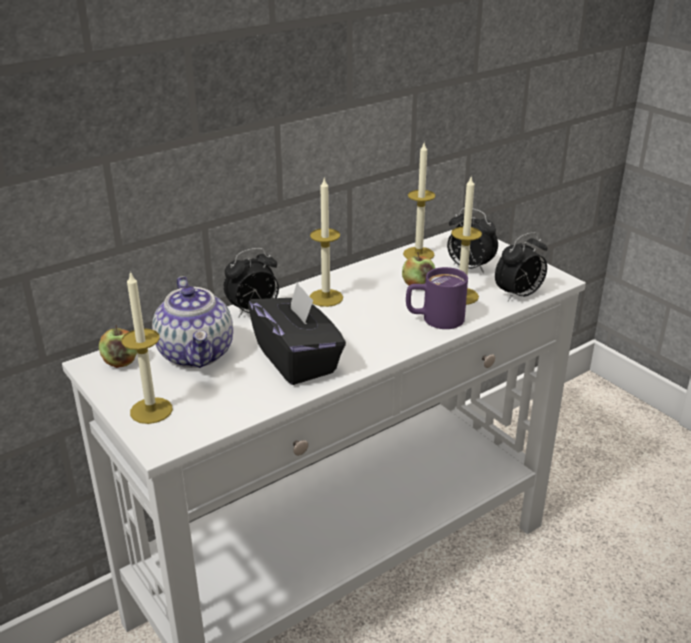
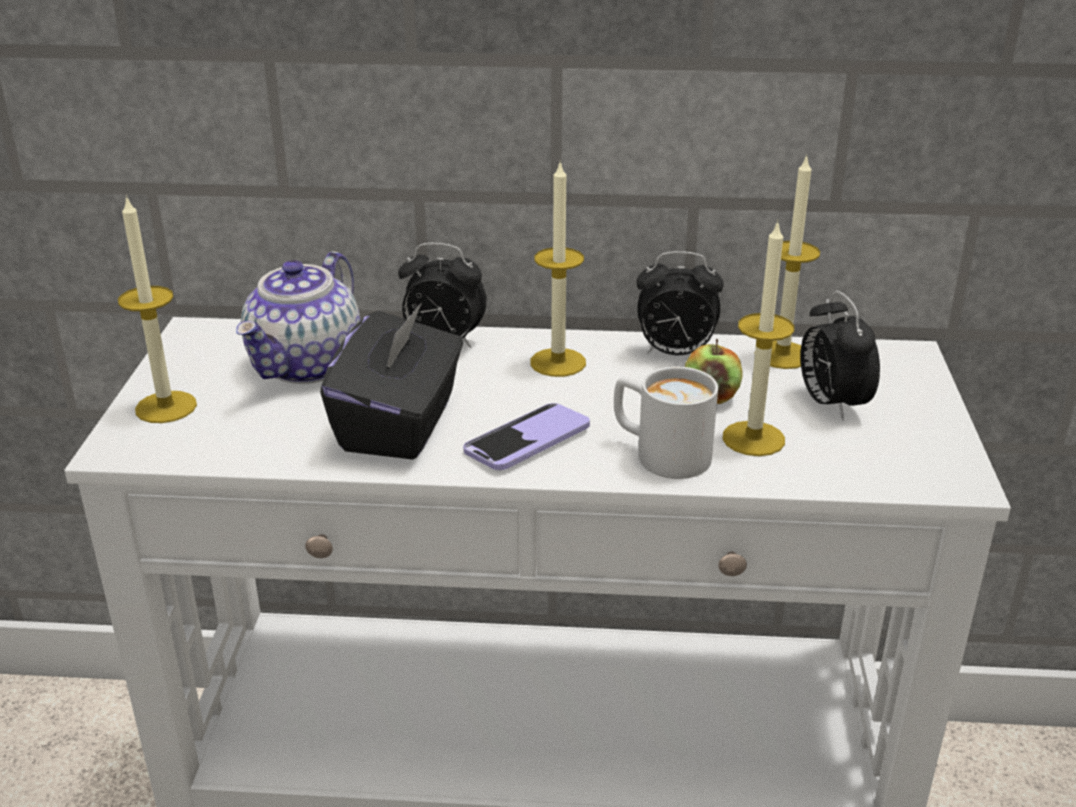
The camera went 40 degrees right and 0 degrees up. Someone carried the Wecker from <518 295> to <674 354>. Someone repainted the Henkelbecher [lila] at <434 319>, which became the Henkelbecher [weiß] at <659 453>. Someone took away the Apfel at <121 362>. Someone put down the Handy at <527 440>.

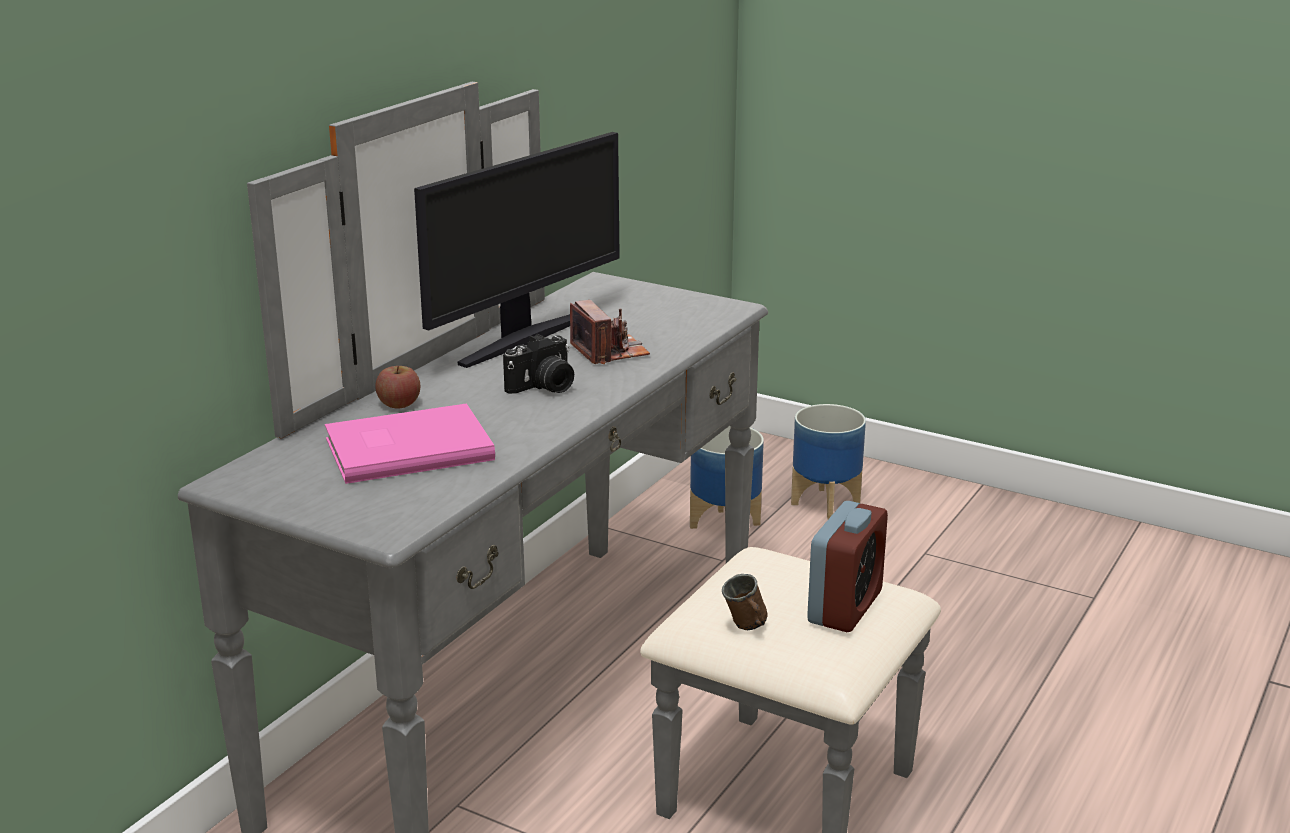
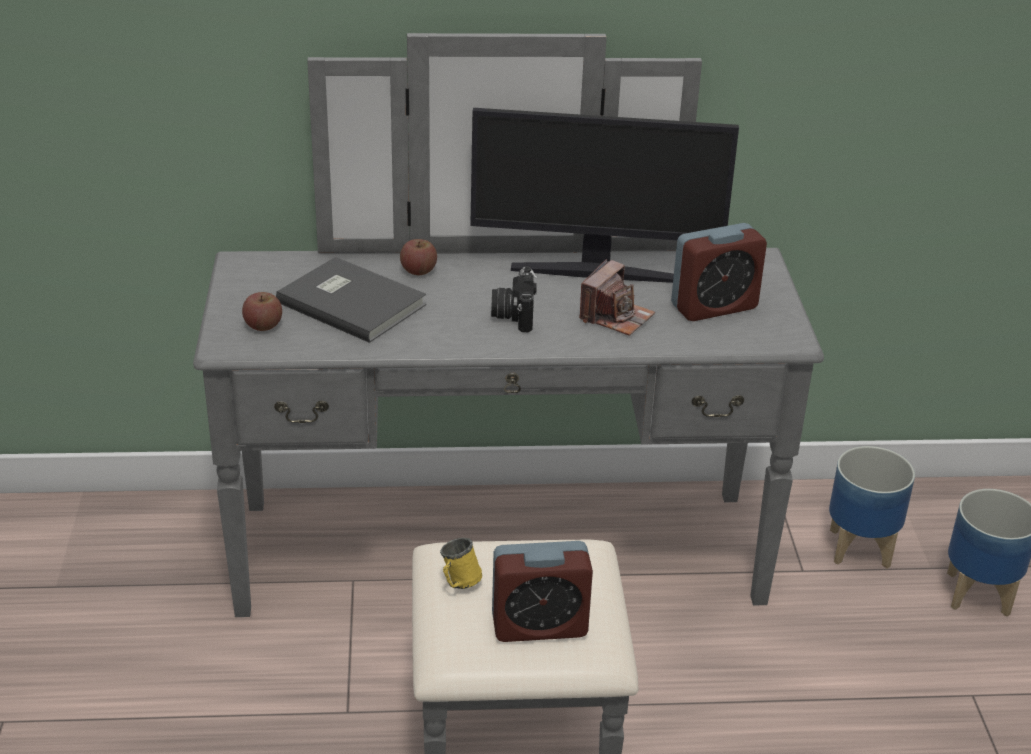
The camera went 55 degrees right and 10 degrees up. Someone rotated the Kamera at <544 387> by 75 degrees clockwise. Someone repainted the Buch [rosa] at <405 448>, which became the Buch [grau] at <352 302>. Someone repainted the Henkelbecher [braun] at <747 628>, which became the Henkelbecher [gelb] at <458 584>. Someone put down the Wecker at <714 307>. Someone put down the Apfel at <263 325>.

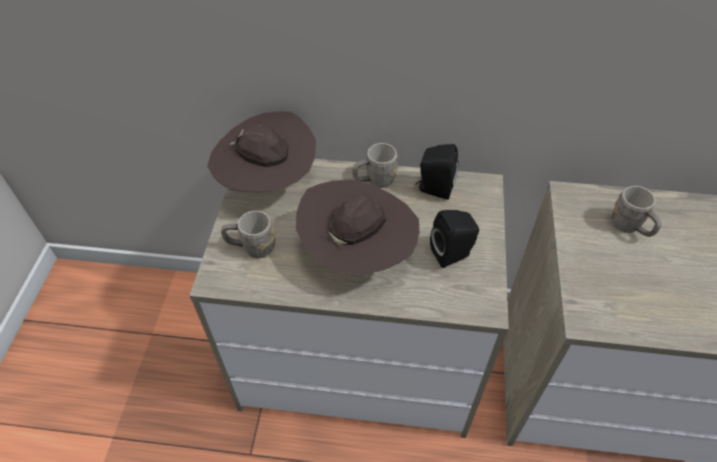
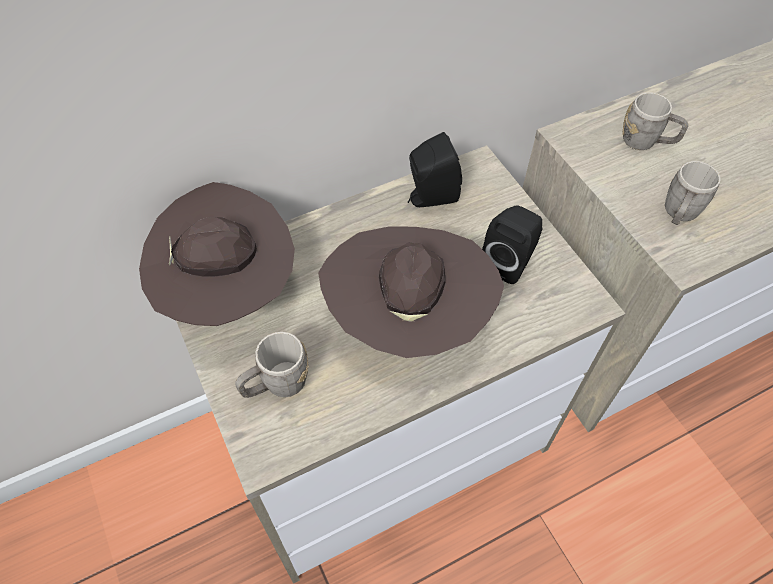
The camera went 35 degrees left and 5 degrees up. Someone carried the Henkelbecher [grau] from <375 181> to <678 214>.

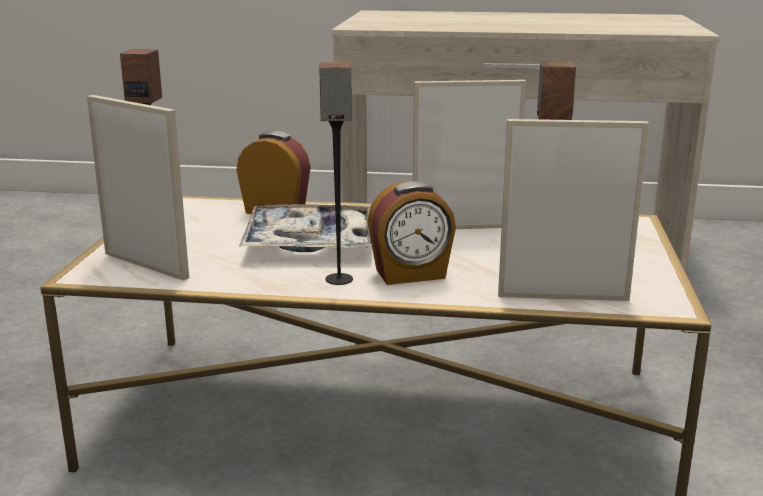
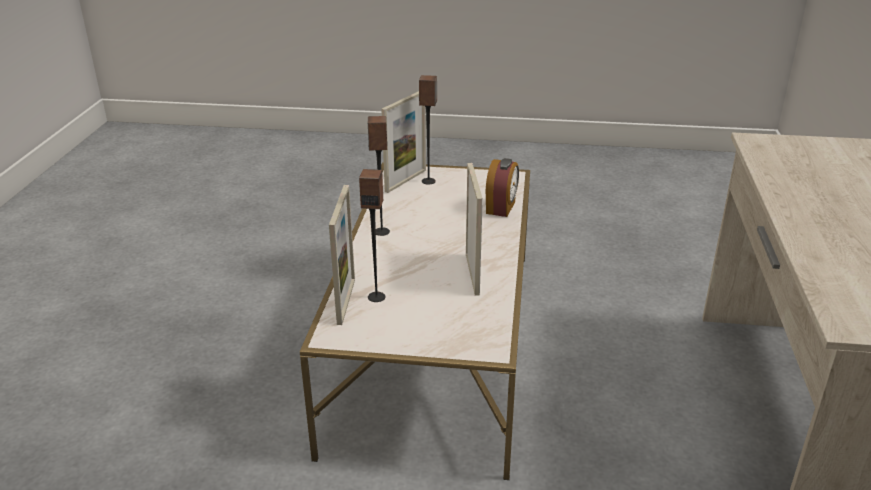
The camera went 90 degrees right and 10 degrees up. Someone took away the Wecker at <411 275>. Someone took away the Tablett at <310 242>.

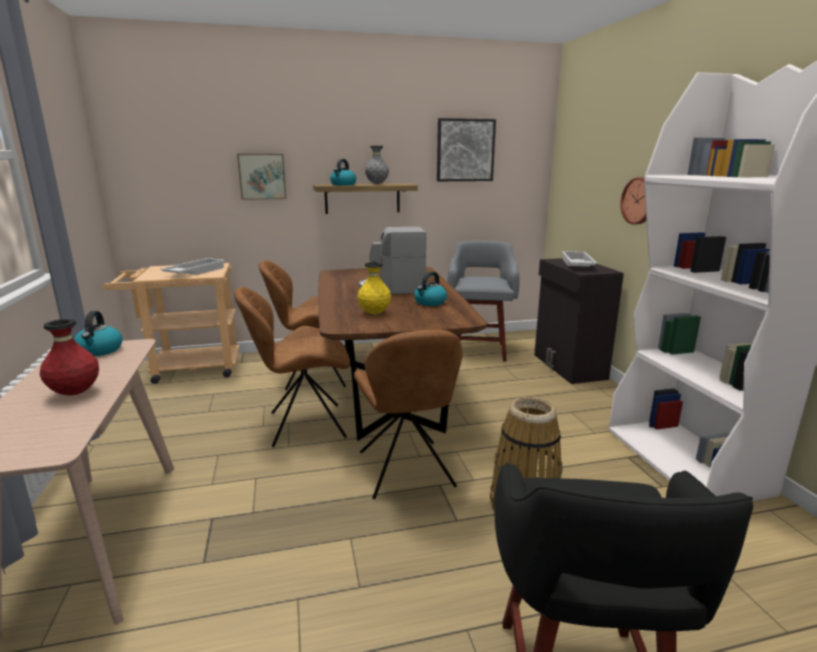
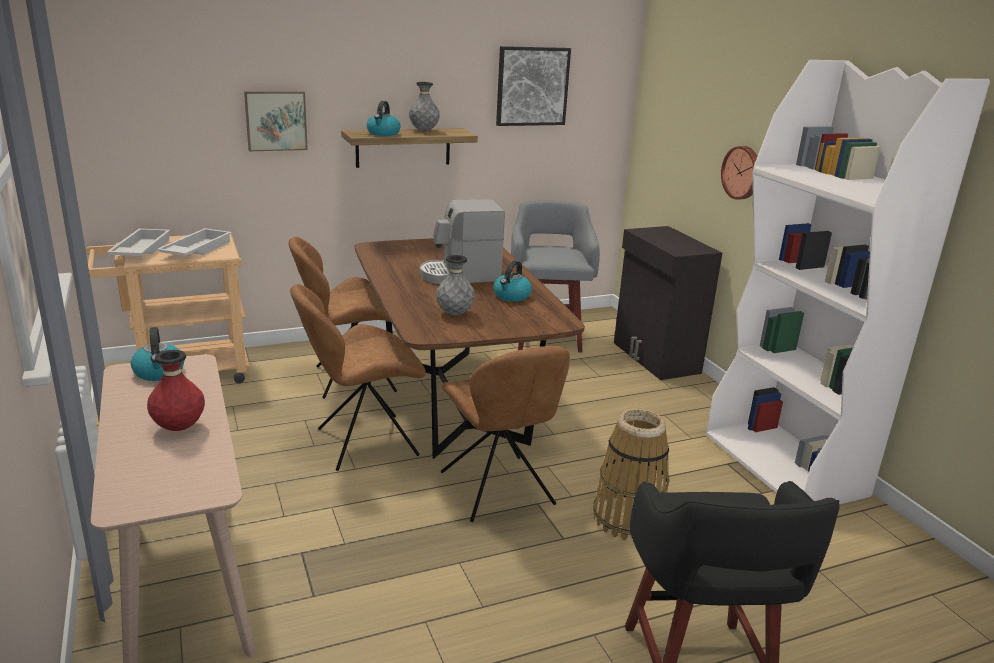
The camera went 10 degrees left and 5 degrees up. Someone carried the Tablett [weiß] from <576 264> to <140 250>. Someone repainted the Vase [gelb] at <374 313>, which became the Vase [grau] at <454 314>.

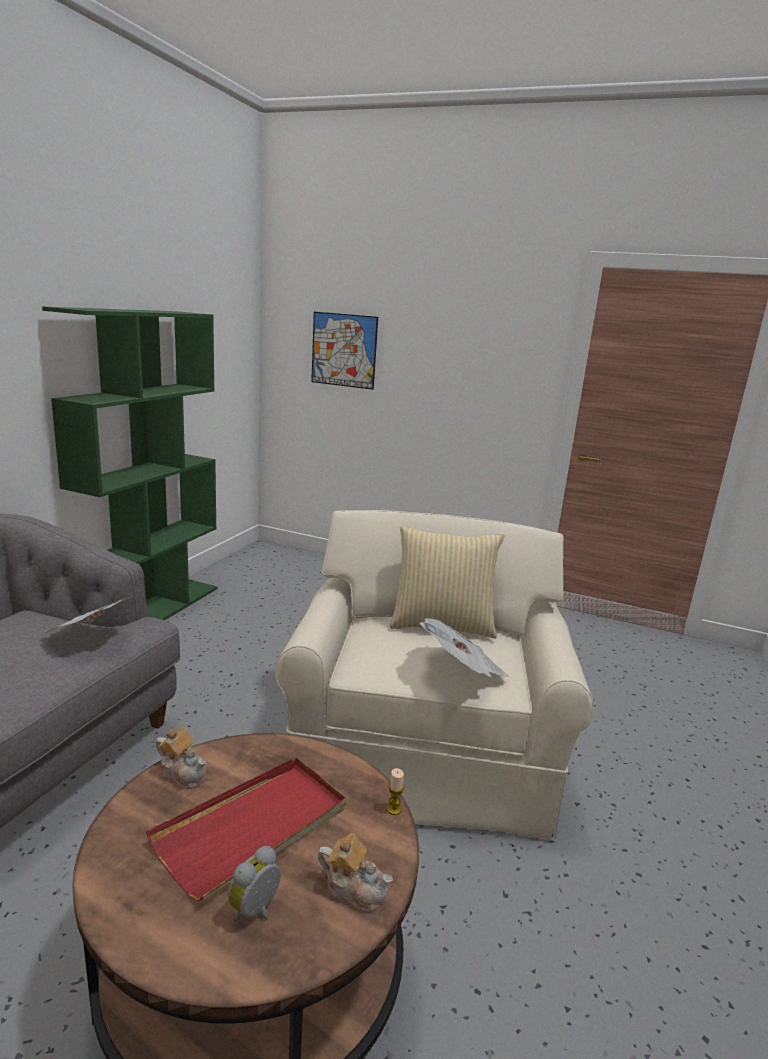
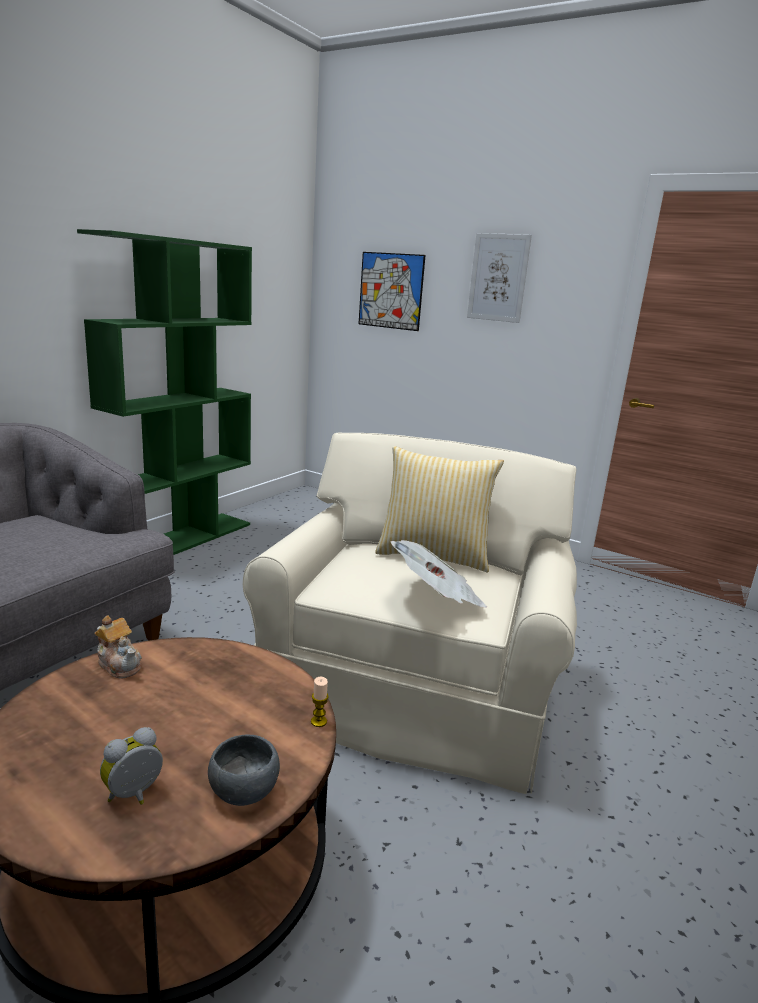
The camera went 10 degrees right and 0 degrees up. Someone took away the Zeitung at <89 635>. Someone took away the Tablett [rot] at <253 828>. Someone swapped the Teekanne at <354 889> for the Schüssel [grau] at <244 789>. Someone put up the Bild at <498 278>.

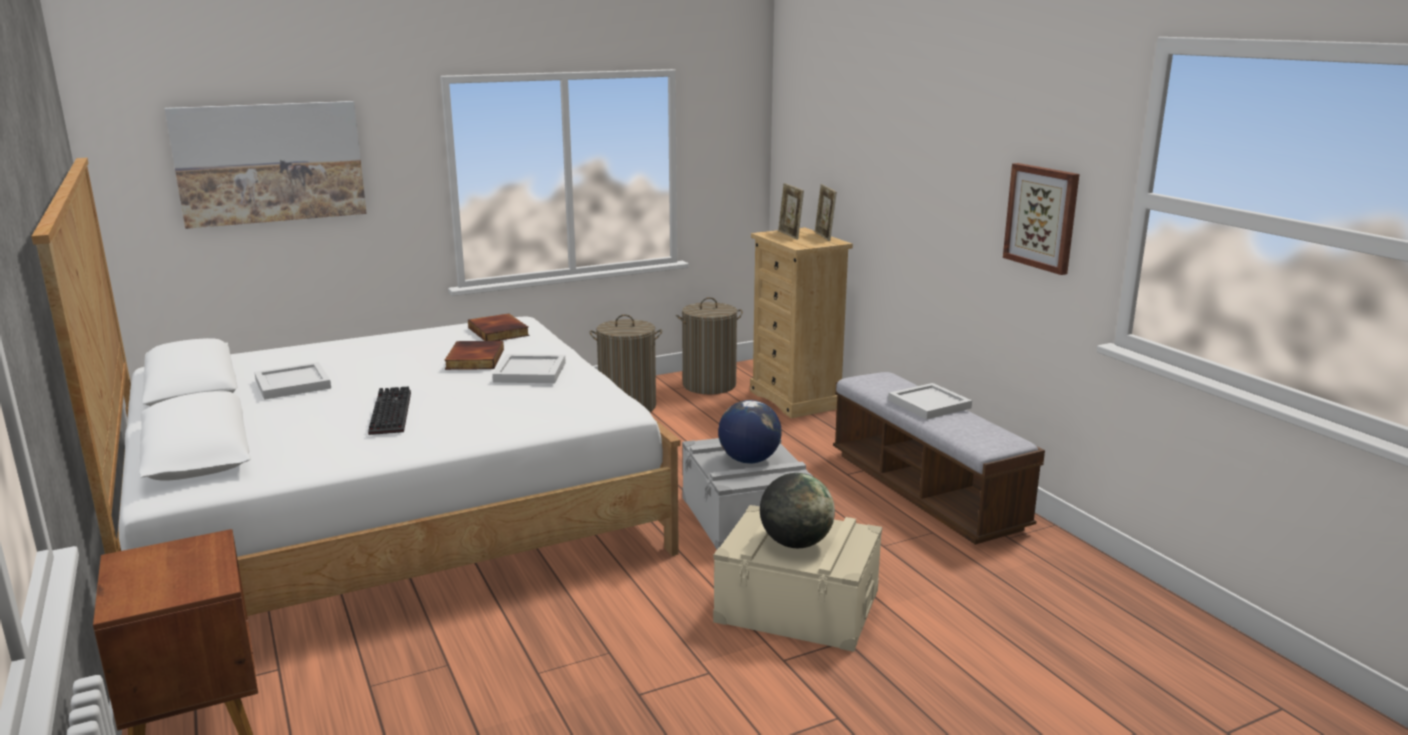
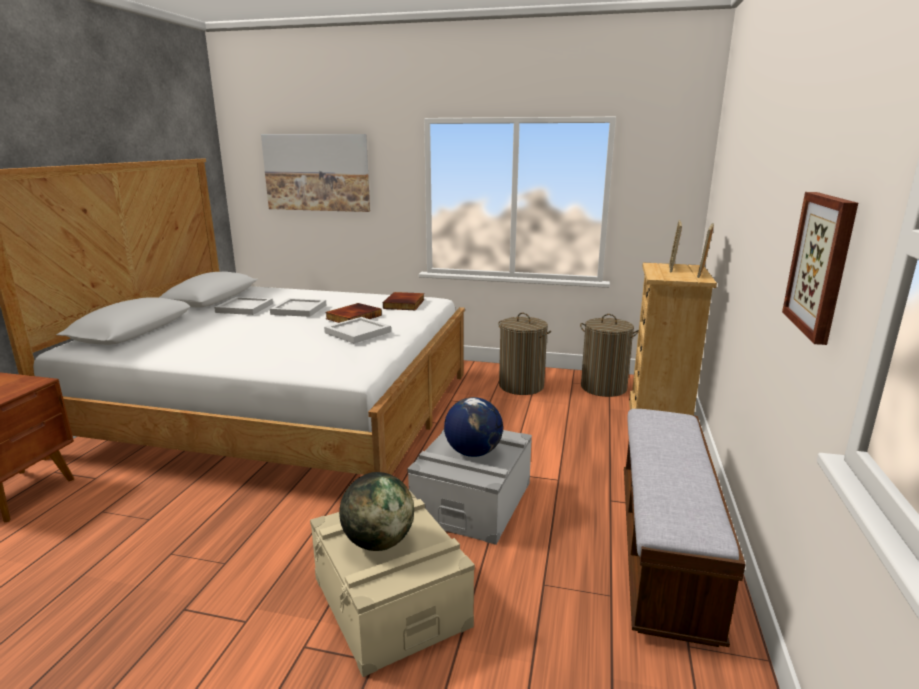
The camera went 40 degrees right and 0 degrees up. Someone carried the Tablett [weiß] from <928 404> to <298 309>. Someone took away the Tastatur at <388 412>.

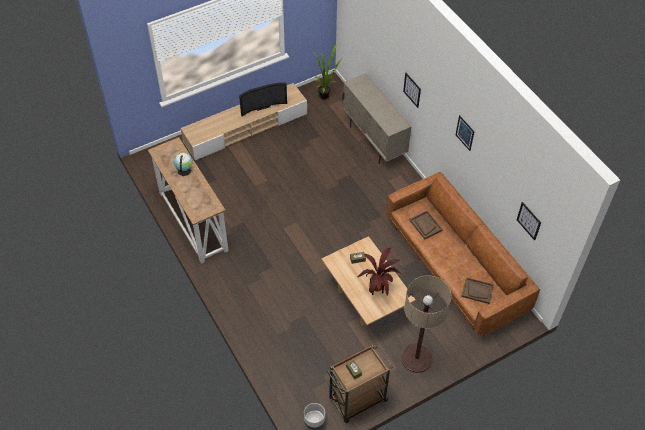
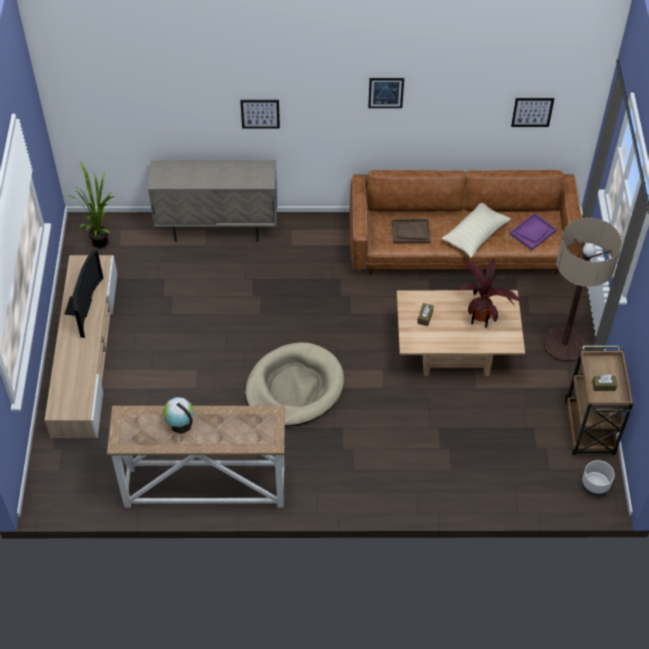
The camera went 60 degrees left and 0 degrees up. Someone repainted the Tablett [braun] at <477 291>, which became the Tablett [lila] at <532 232>. Someone put down the Kissen [beige] at <475 235>. Someone put down the Hundebett [beige] at <294 388>.

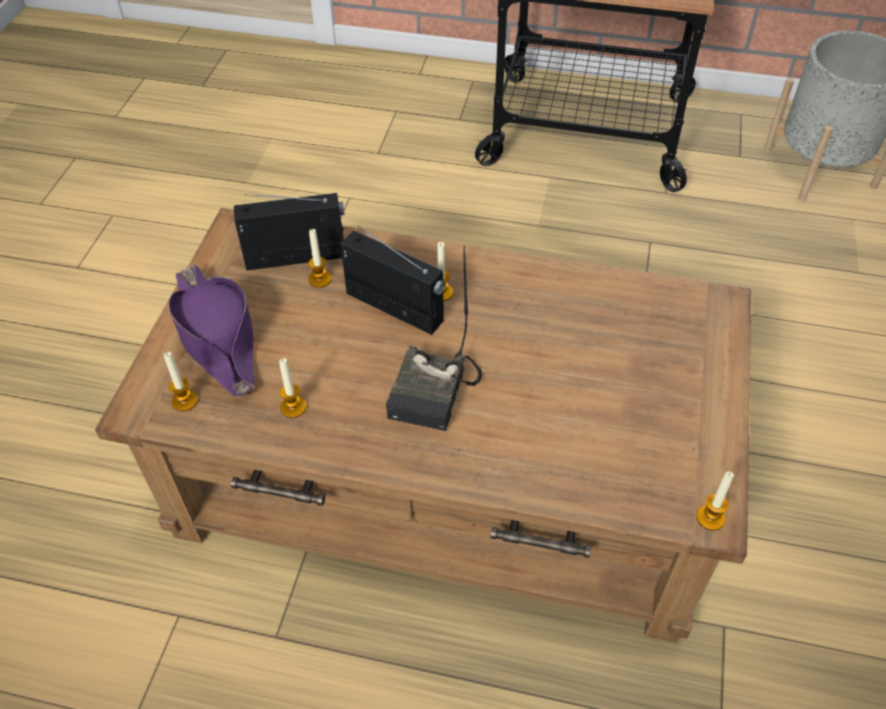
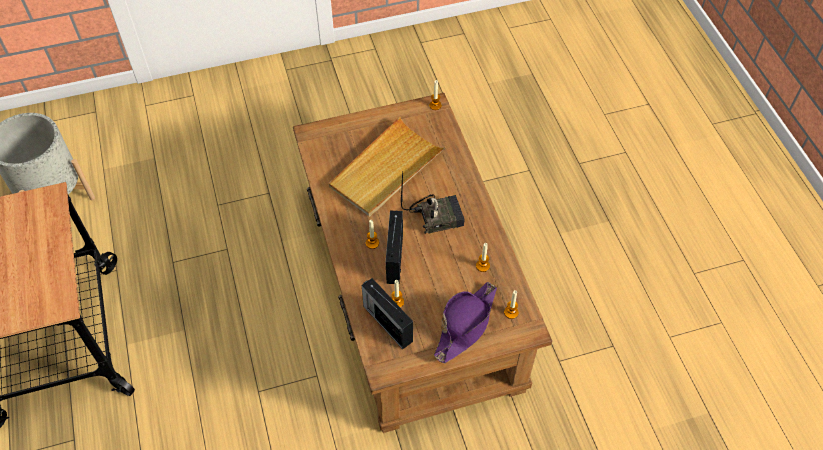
The camera went 120 degrees left and 5 degrees up. Someone put down the Tablett [beige] at <386 170>.

